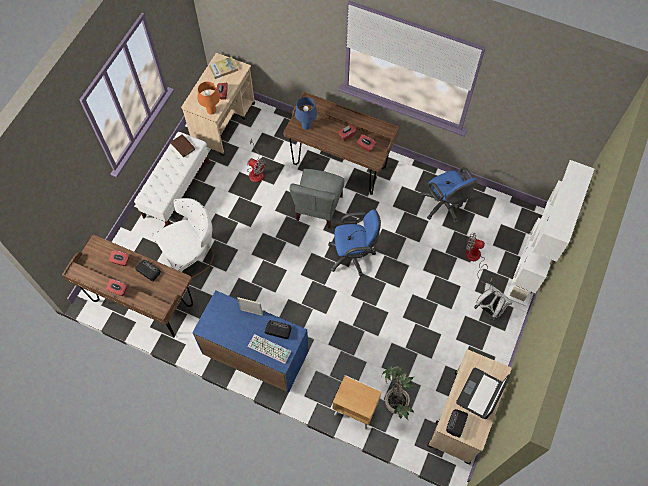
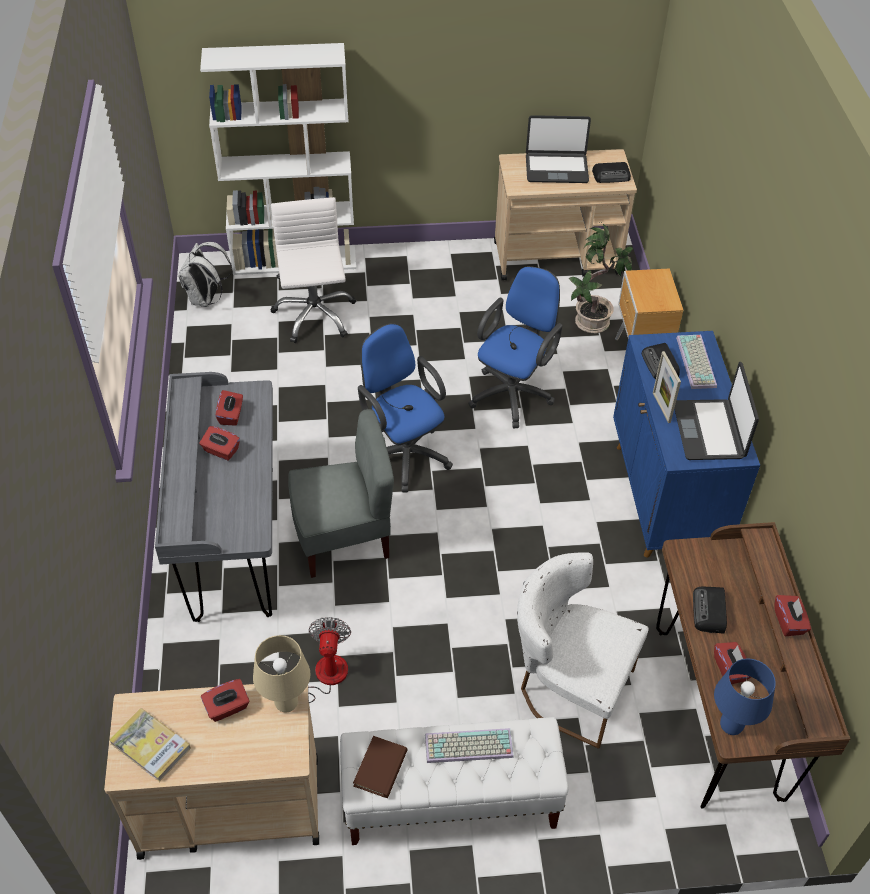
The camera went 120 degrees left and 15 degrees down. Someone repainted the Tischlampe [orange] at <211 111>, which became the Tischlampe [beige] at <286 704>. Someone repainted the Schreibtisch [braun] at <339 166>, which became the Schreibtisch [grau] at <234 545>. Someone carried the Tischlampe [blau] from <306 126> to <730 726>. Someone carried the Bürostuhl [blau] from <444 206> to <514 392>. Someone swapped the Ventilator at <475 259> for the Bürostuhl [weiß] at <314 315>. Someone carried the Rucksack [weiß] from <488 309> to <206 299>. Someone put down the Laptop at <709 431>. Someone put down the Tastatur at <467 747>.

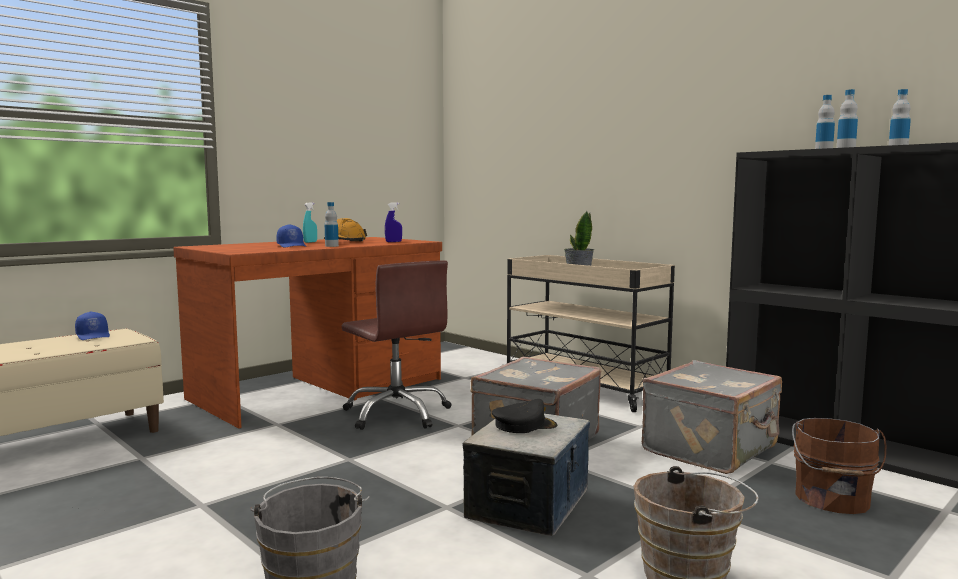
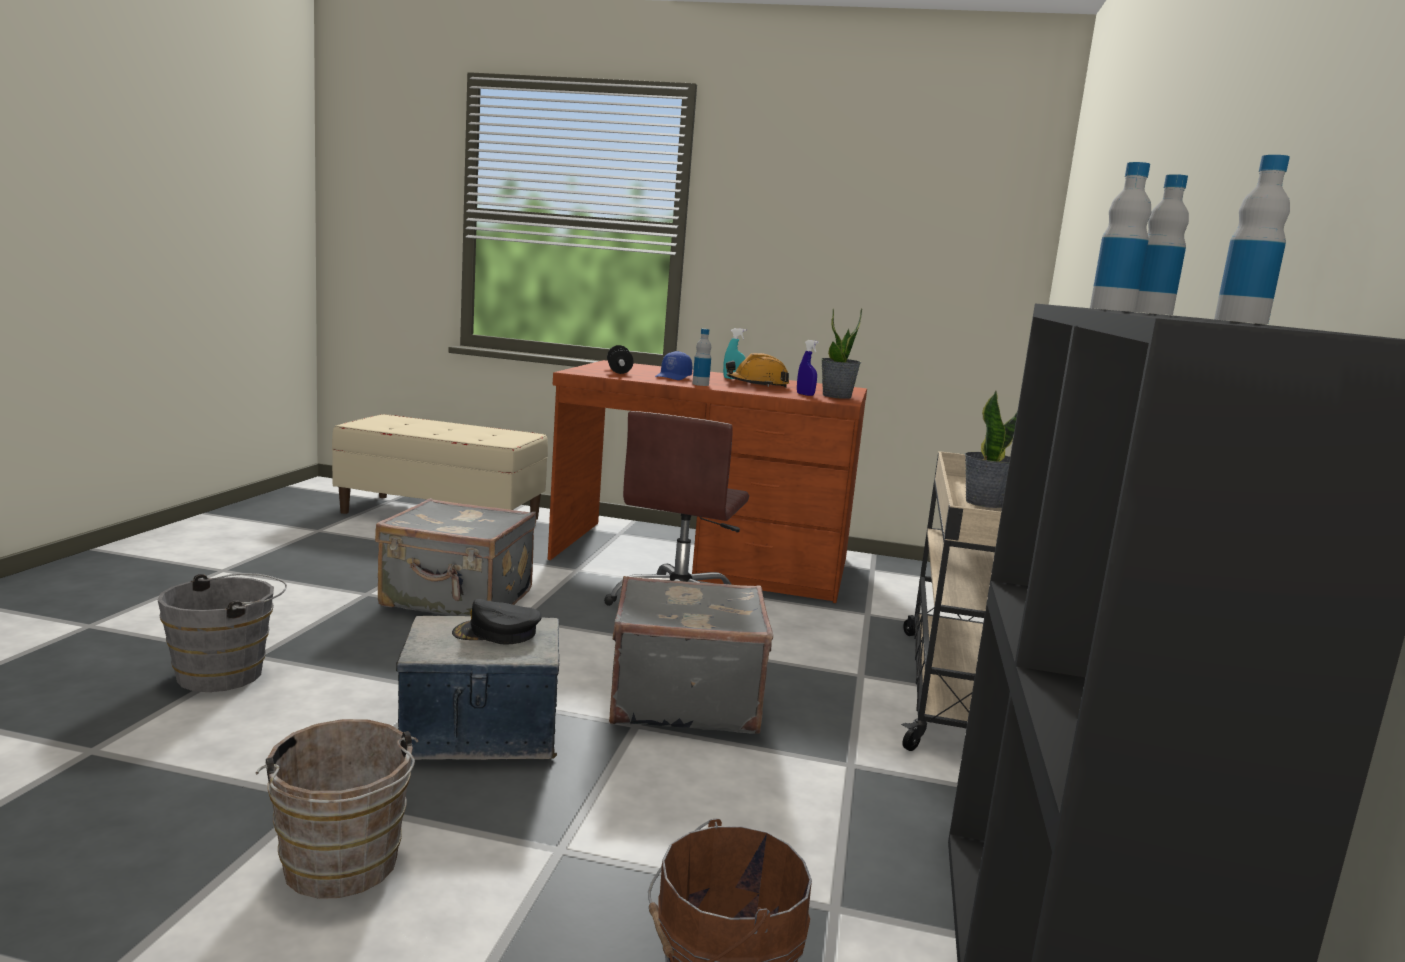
The camera went 55 degrees right and 5 degrees up. Someone took away the Kappe [blau] at <94 336>. Someone carried the Koffer [grau] from <712 449> to <457 600>. Someone rotated the Kappe [schwarz] at <524 425> by 135 degrees clockwise. Someone put down the Topfpflanze at <837 396>. Someone put down the Hantel at <619 371>.

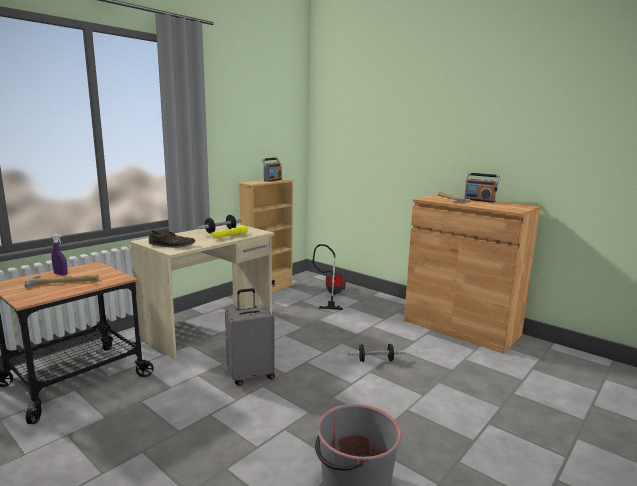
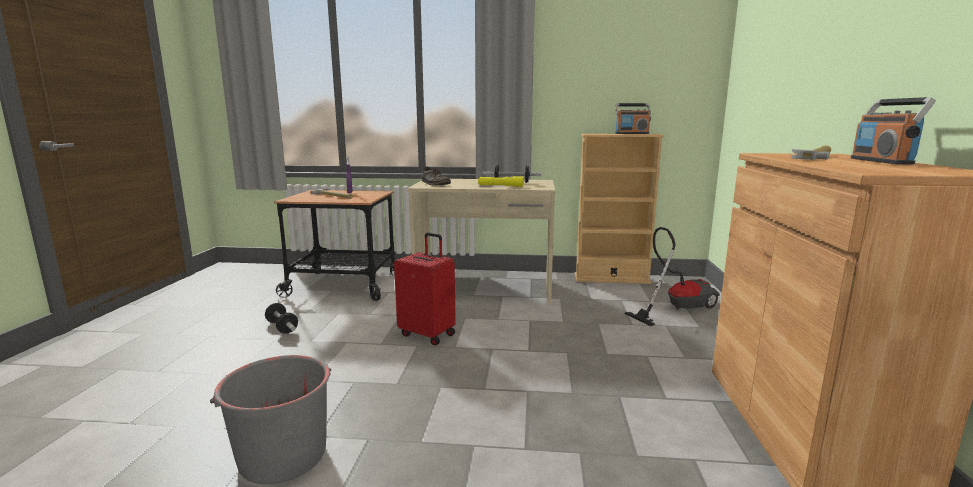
The camera went 55 degrees right and 0 degrees up. Someone repainted the Koffer [grau] at <250 375>, which became the Koffer [rot] at <428 334>. Someone carried the Hantel from <375 360> to <282 327>.

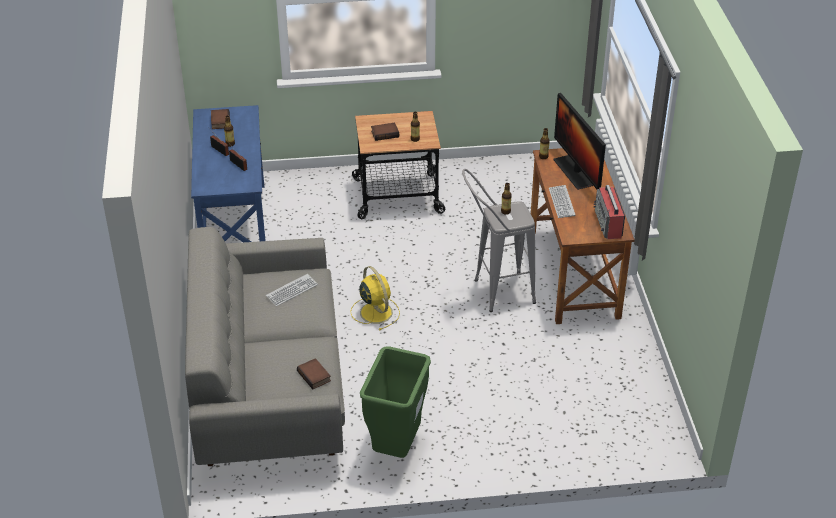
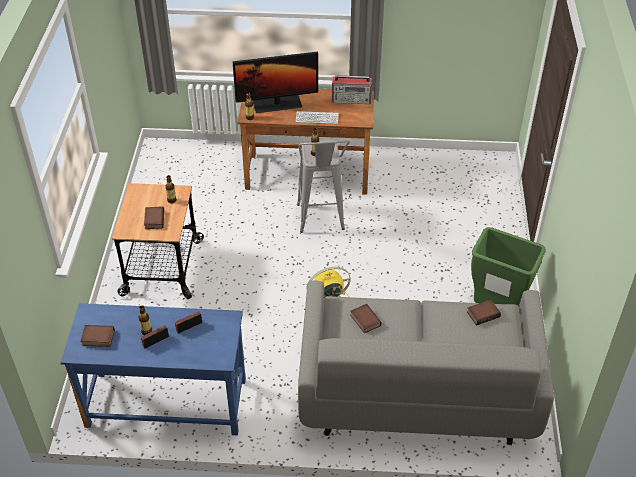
The camera went 80 degrees left and 5 degrees up. Someone swapped the Tastatur at <292 291> for the Buch at <364 320>.

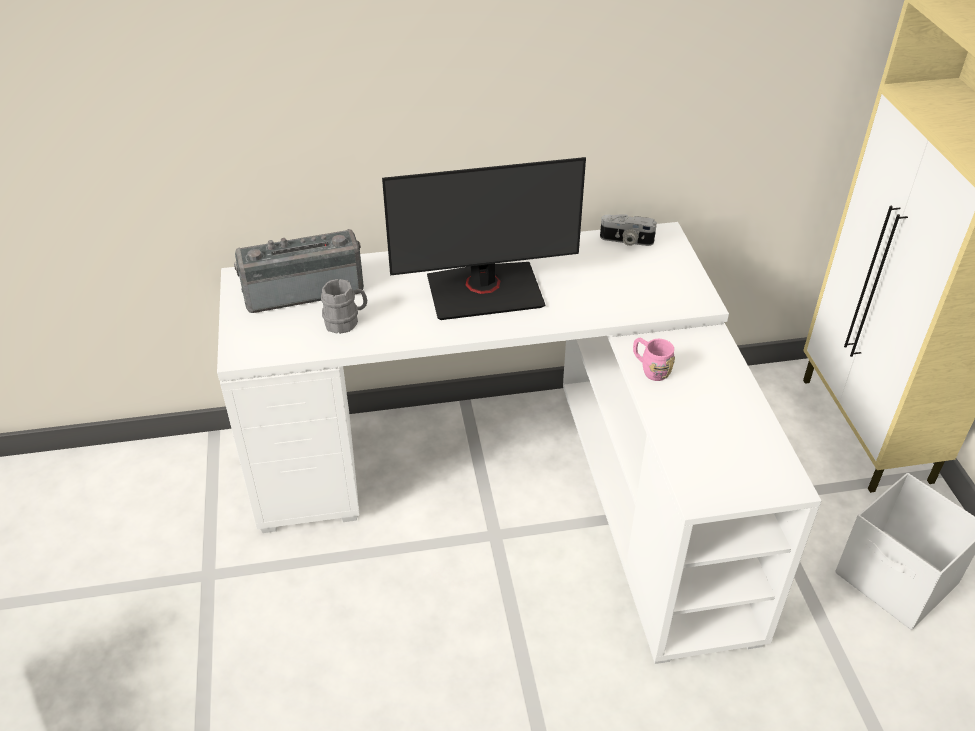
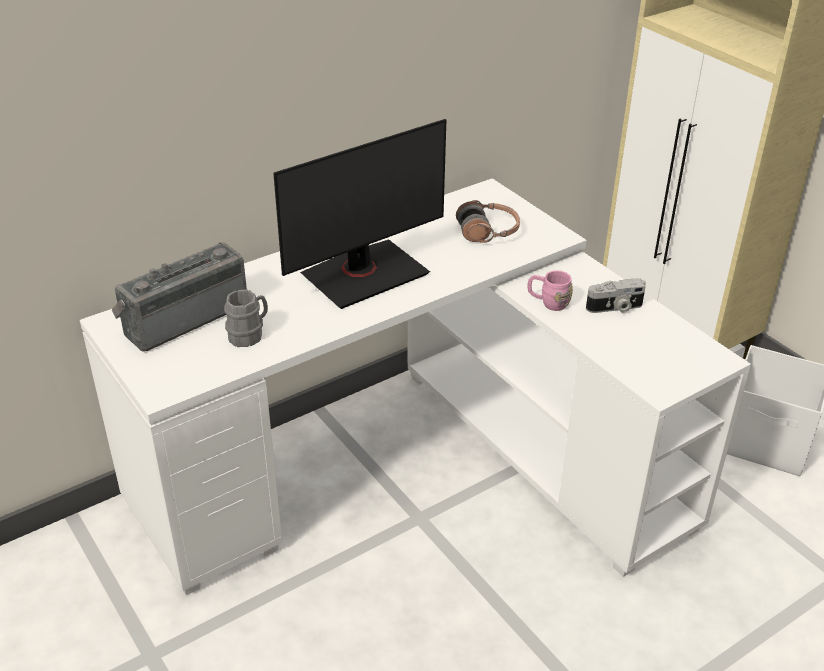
The camera went 25 degrees left and 5 degrees down. Someone carried the Kamera from <626 241> to <615 308>. Someone put down the Kopfhörer at <488 232>.

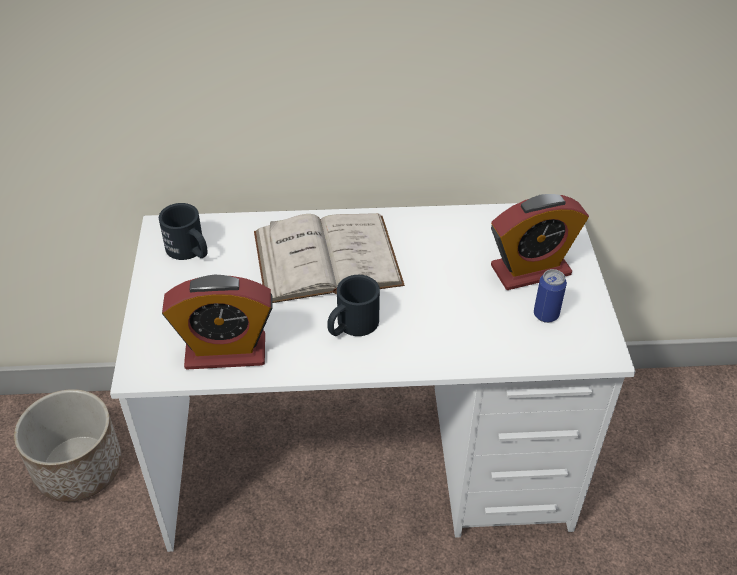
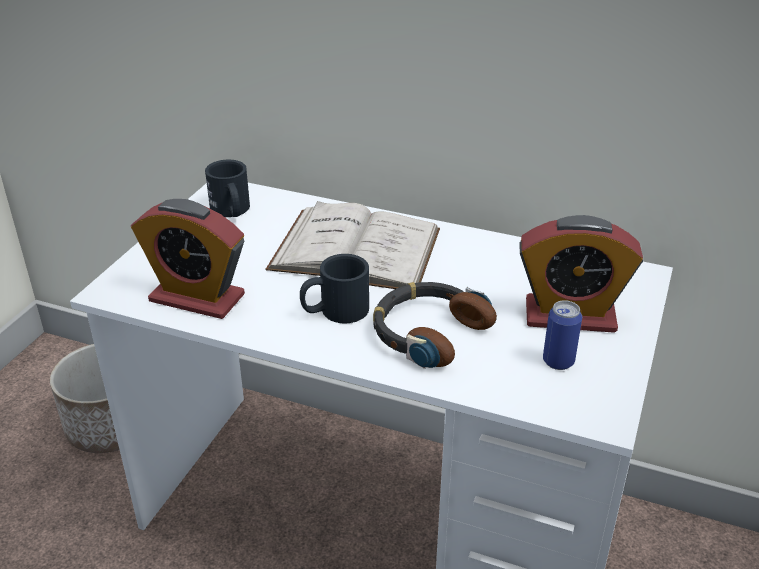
The camera went 25 degrees right and 10 degrees down. Someone put down the Kopfhörer at <428 332>.

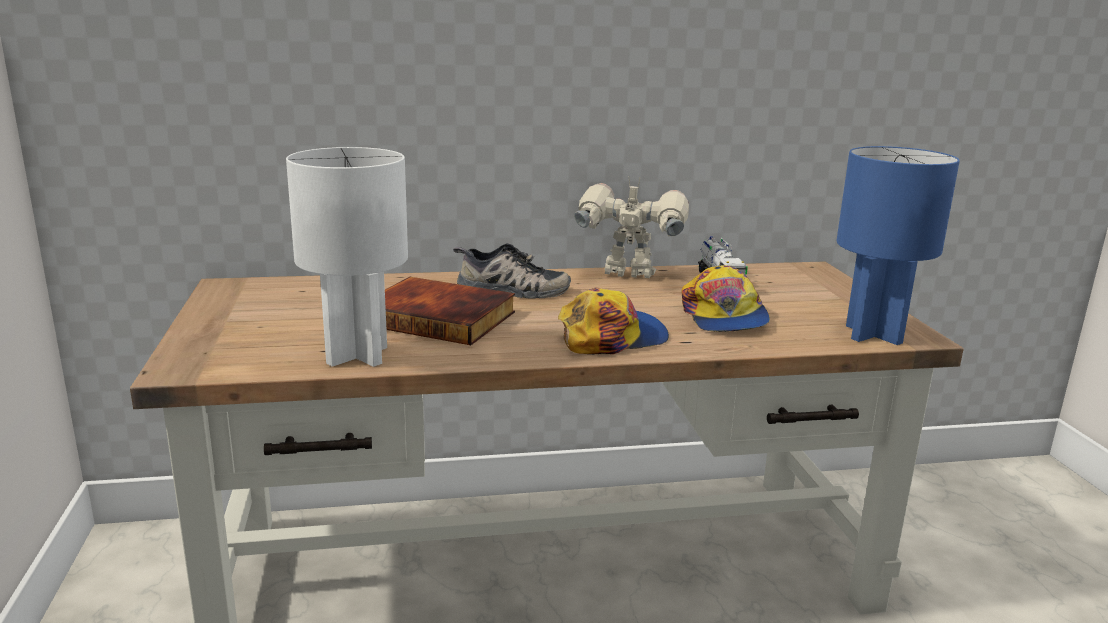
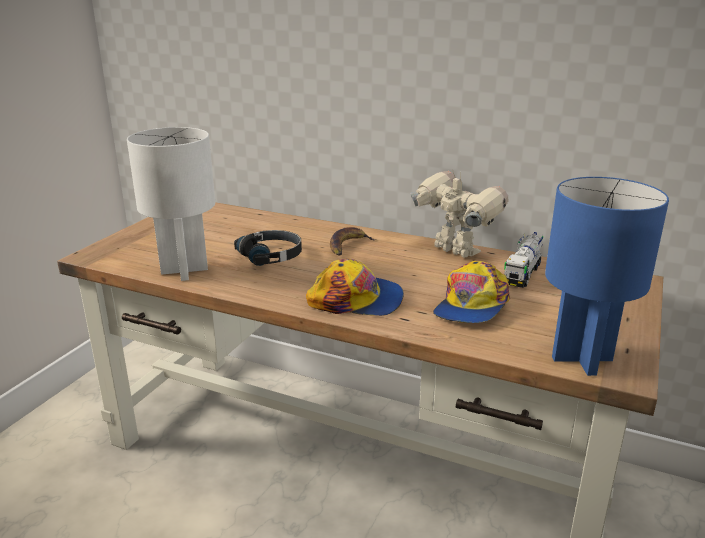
The camera went 35 degrees right and 5 degrees up. Someone swapped the Schuh at <511 290> for the Banane at <348 245>. Someone swapped the Buch at <440 317> for the Kopfhörer [schwarz] at <271 255>.

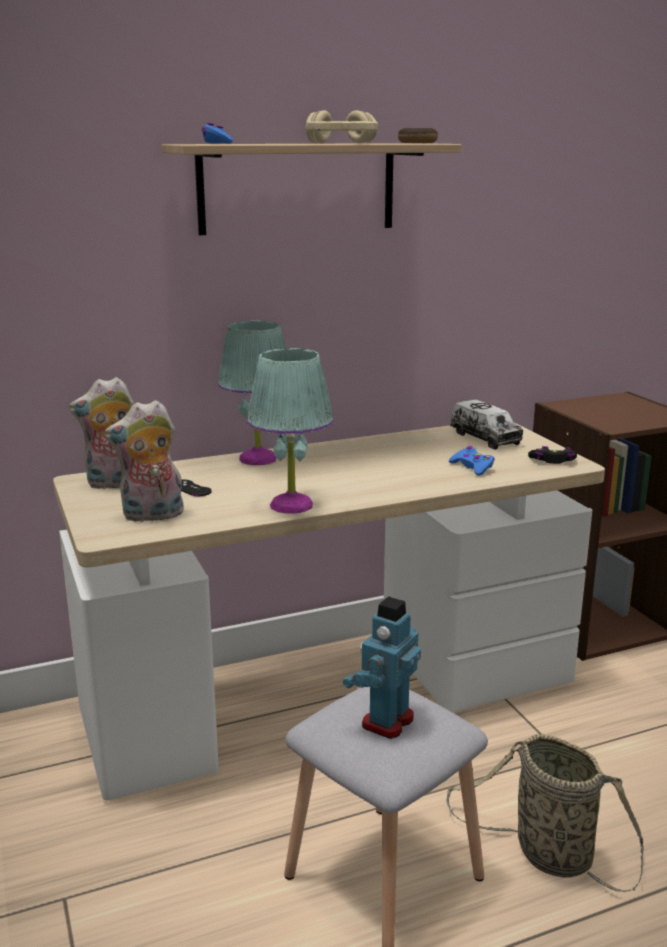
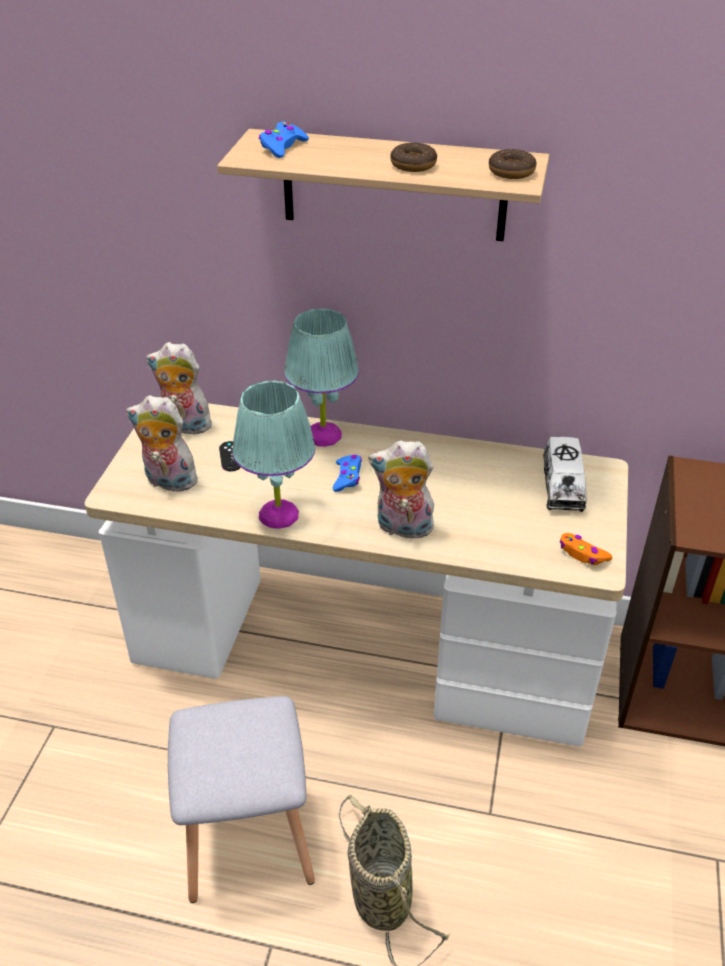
The camera went 35 degrees right and 20 degrees up. Someone swapped the Kopfhörer [beige] at <342 143> for the Donut at <413 165>. Someone carried the Gamepad [blau] from <472 467> to <347 477>. Someone repainted the Gamepad [schwarz] at <553 461>, which became the Gamepad [orange] at <582 554>. Someone took away the Spielzeugroboter at <386 721>. Someone put down the Plüschtier at <402 528>.

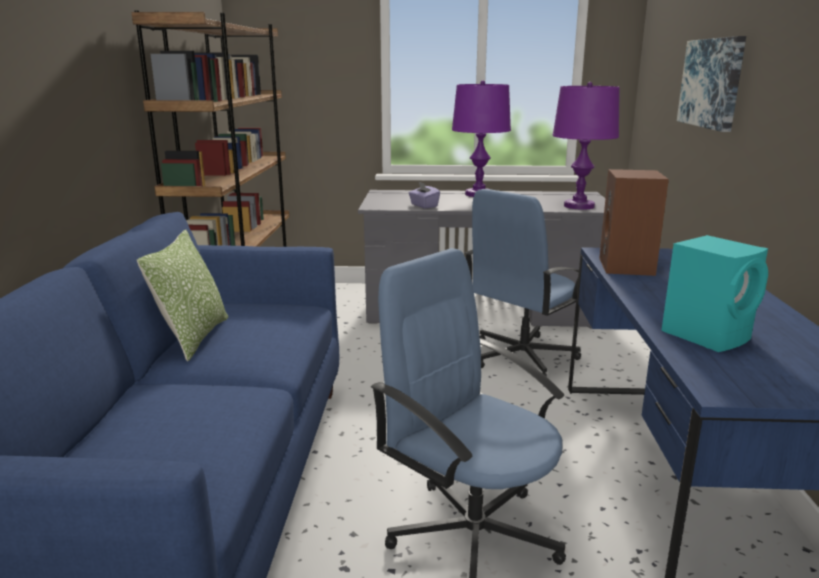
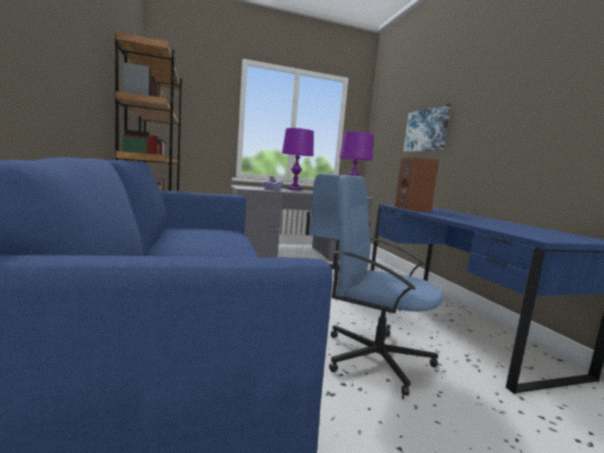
The camera went 20 degrees left and 10 degrees down. Someone took away the Kissen at <194 337>. Someone took away the Lautsprecher [türkis] at <708 335>.

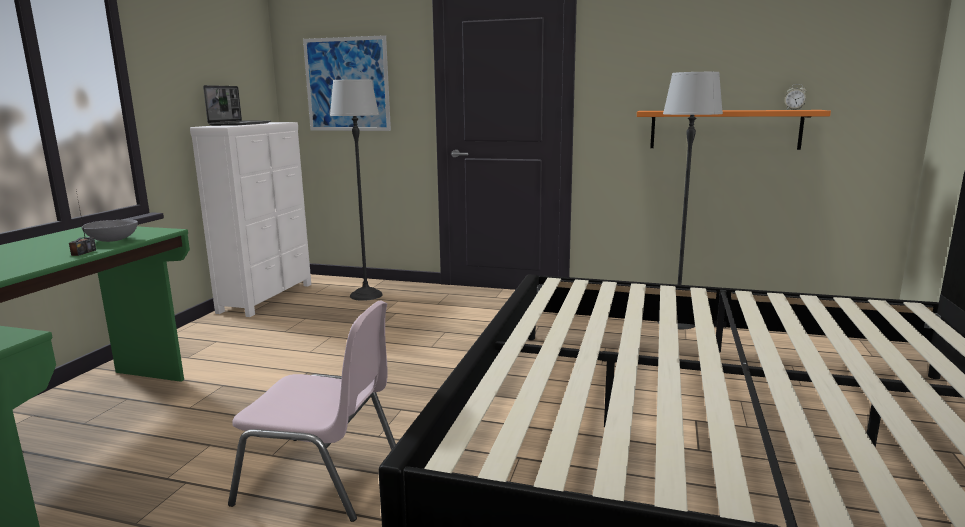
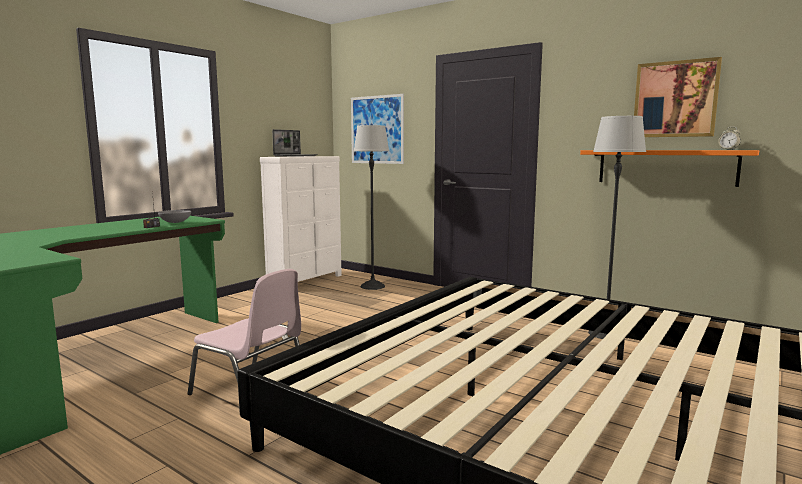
The camera went 20 degrees right and 5 degrees down. Someone put up the Bild at <675 99>.

